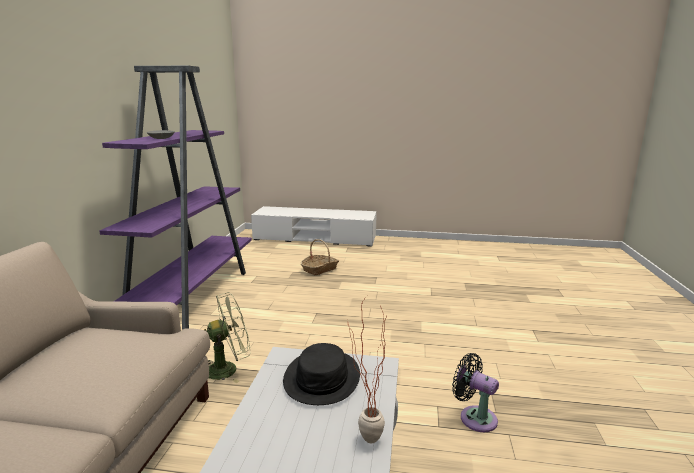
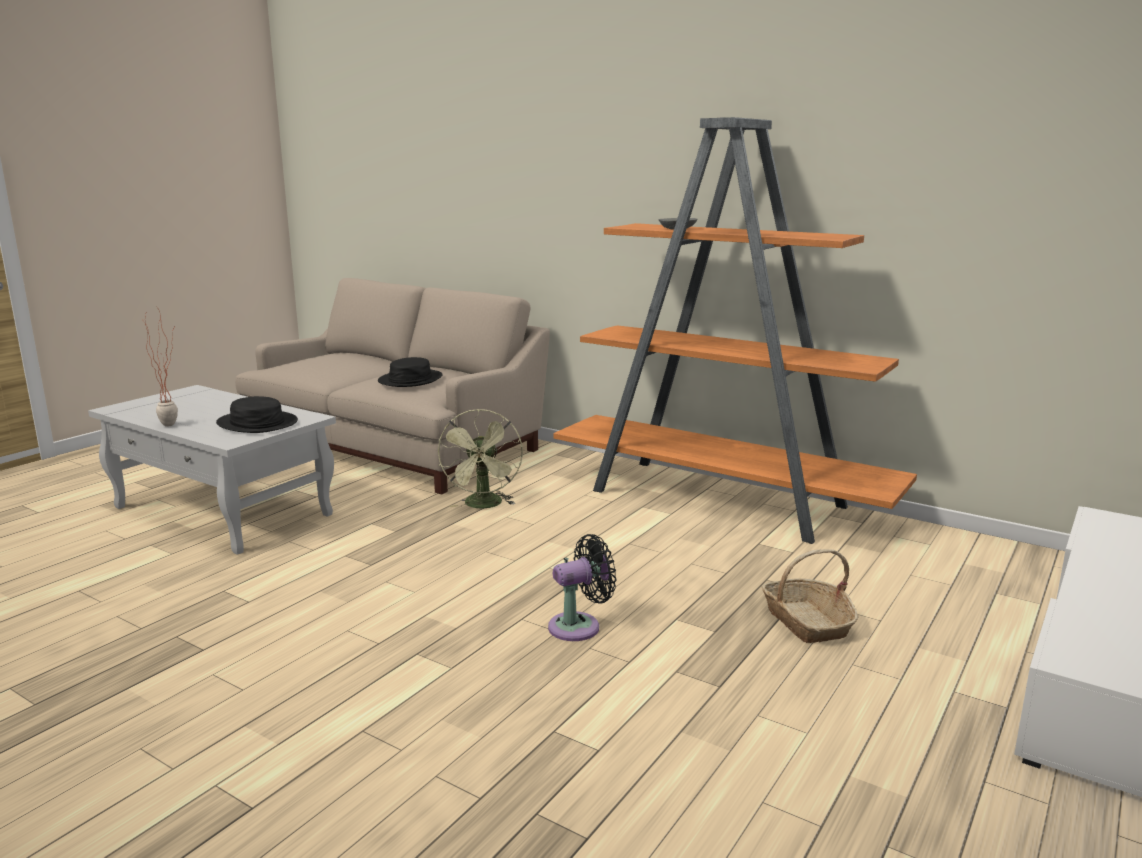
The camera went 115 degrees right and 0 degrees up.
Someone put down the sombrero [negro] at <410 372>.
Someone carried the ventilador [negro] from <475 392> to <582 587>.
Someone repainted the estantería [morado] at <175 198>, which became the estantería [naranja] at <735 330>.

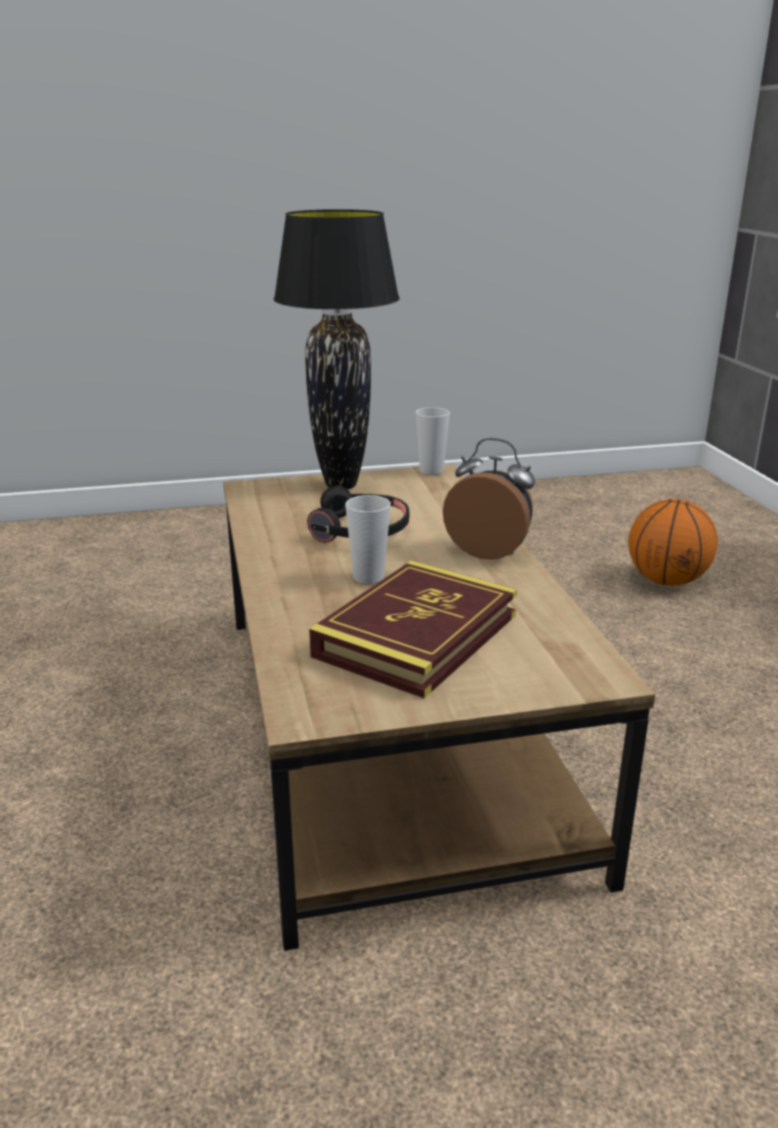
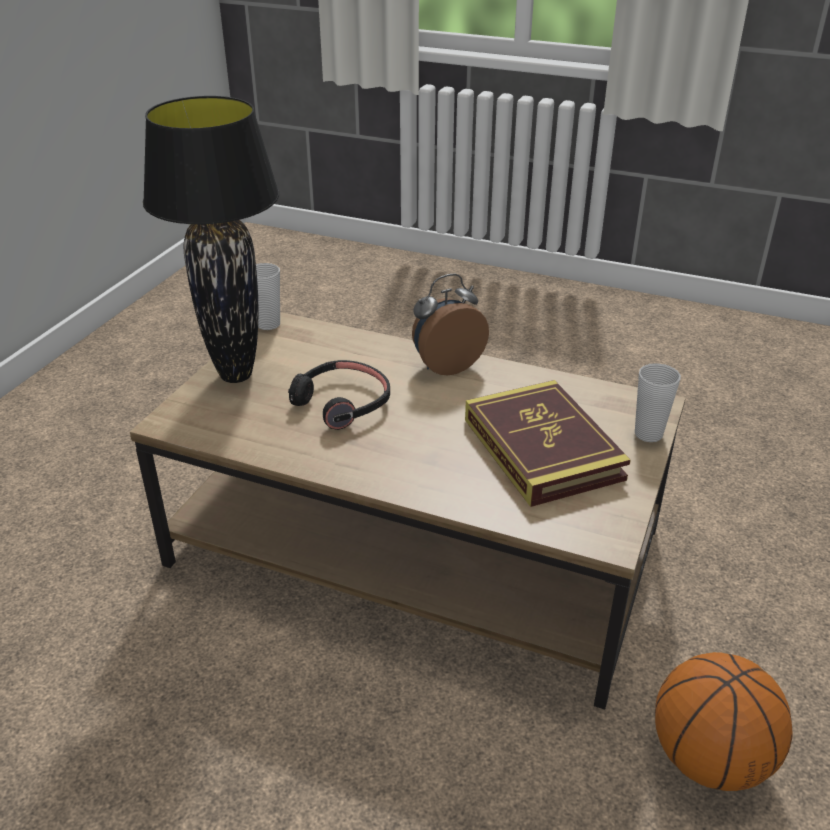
The camera went 55 degrees left and 10 degrees up.
Someone carried the taza from <368 539> to <658 402>.
Someone carried the balón de baloncesto from <673 542> to <724 721>.

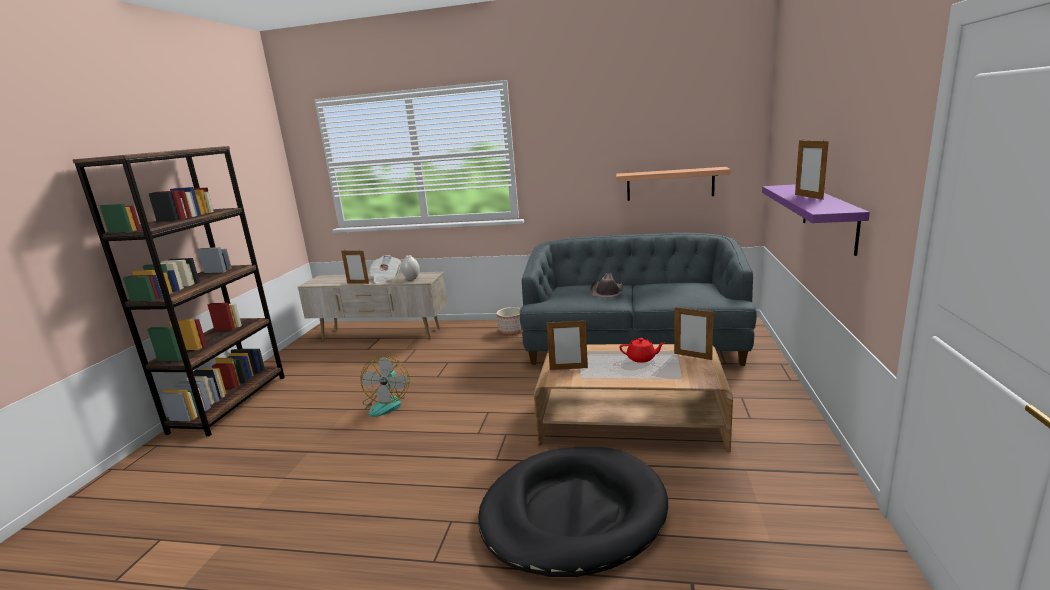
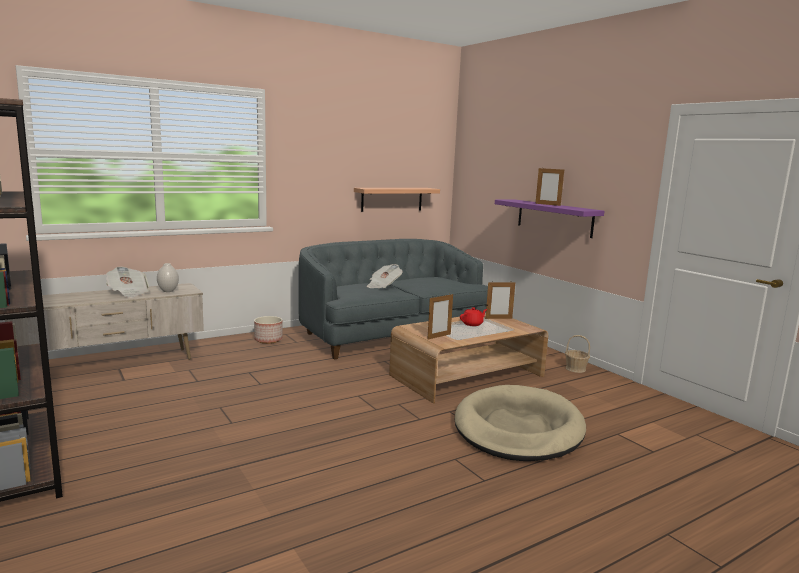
The camera went 45 degrees left and 5 degrees down.
Someone swapped the sombrero [marrón] at <606 285> for the periódico at <385 276>.
Someone repainted the cama para perro [negro] at <573 512>, which became the cama para perro [beis] at <520 423>.
Someone put down the cesta at <577 354>.
Someone took away the portarretratos at <355 266>.
Someone took away the ventilador at <384 386>.

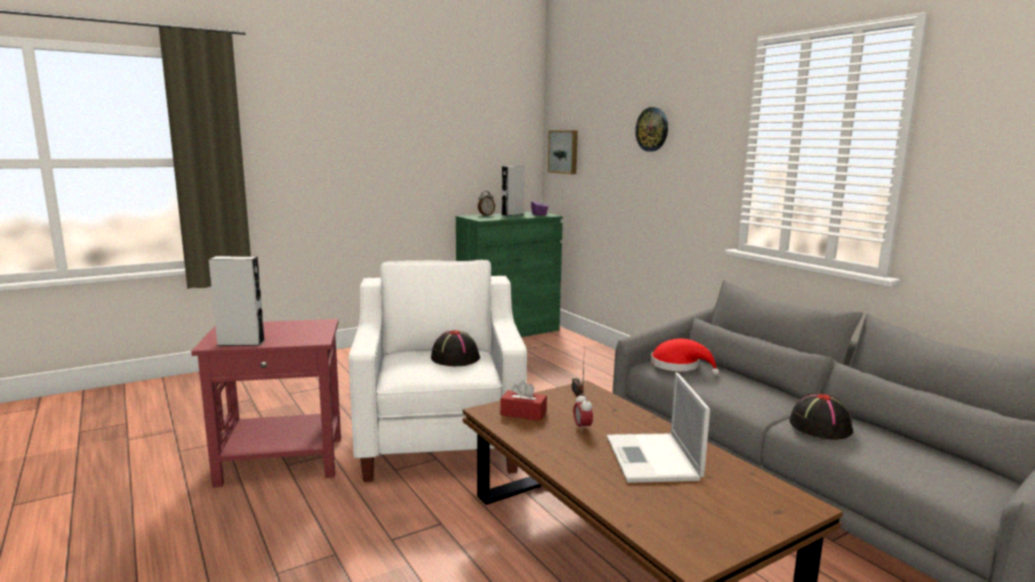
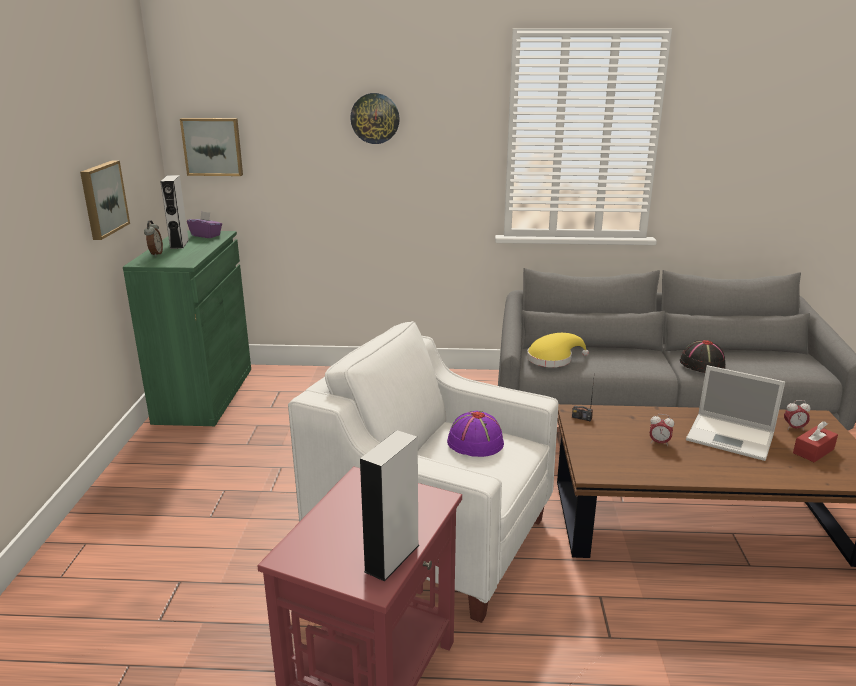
The camera went 55 degrees left and 10 degrees up.
Someone put up the cuadro at <105 200>.
Someone repainted the sombrero [negro] at <455 348>, which became the sombrero [morado] at <475 434>.
Someone repainted the sombrero [rojo] at <685 357>, which became the sombrero [amarillo] at <558 350>.
Someone put down the despertador at <797 415>.
Someone carried the caja de pañuelos [rojo] from <523 400> to <815 441>.

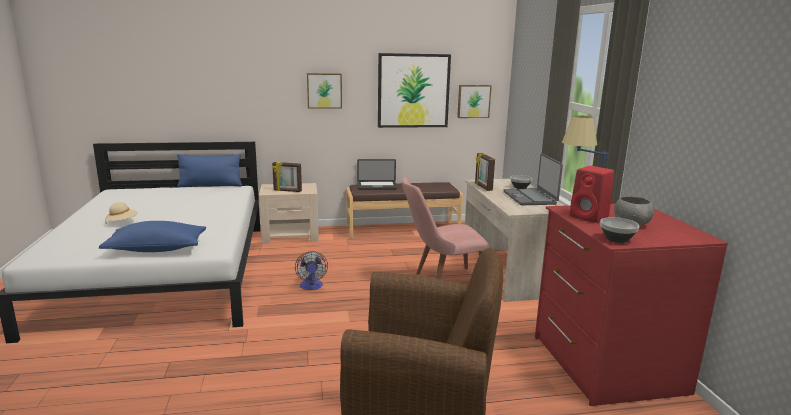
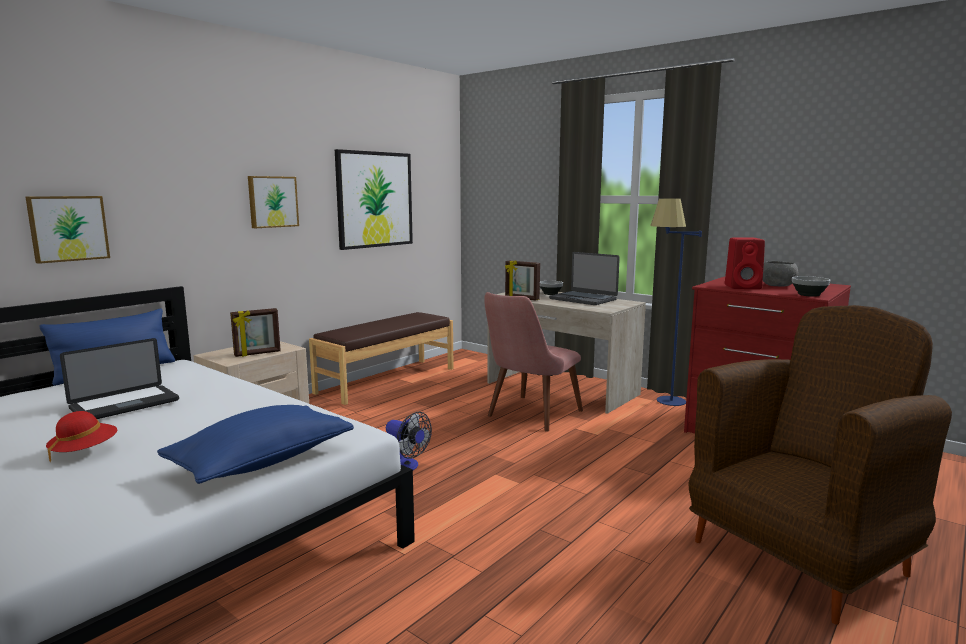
The camera went 40 degrees left and 5 degrees down.
Someone carried the cuadro from <474 101> to <68 230>.
Someone repainted the sombrero [beis] at <121 212>, which became the sombrero [rojo] at <81 437>.
Someone carried the portátil from <377 174> to <119 378>.

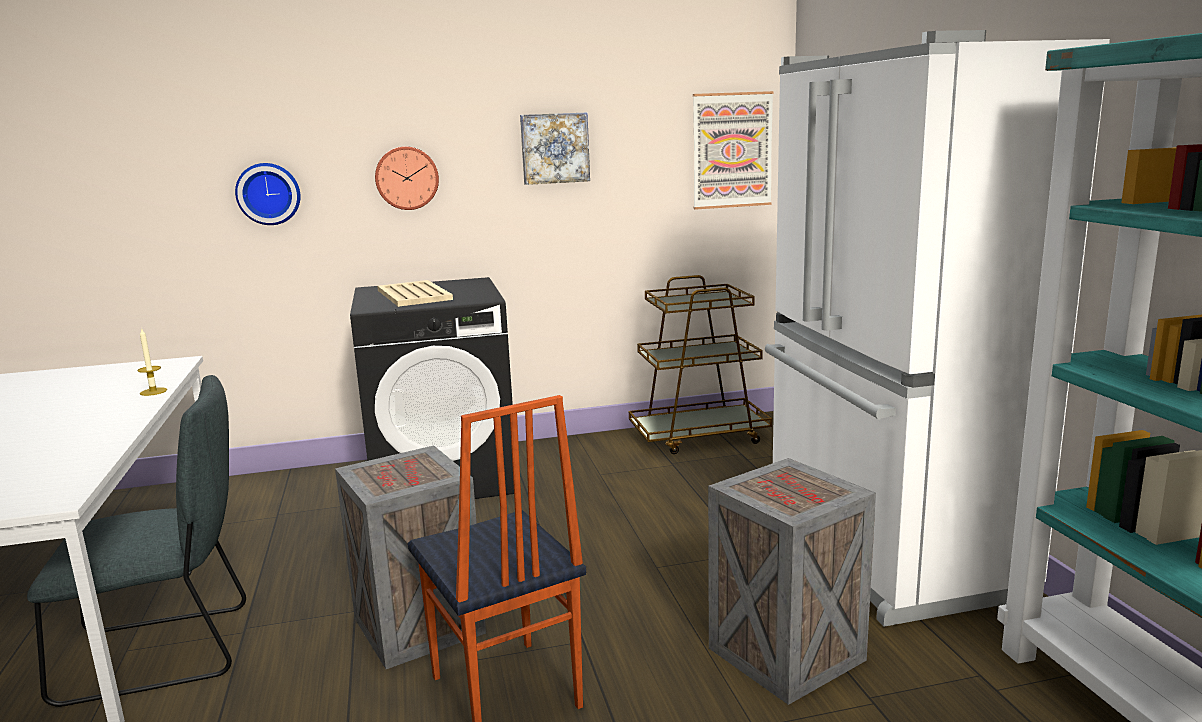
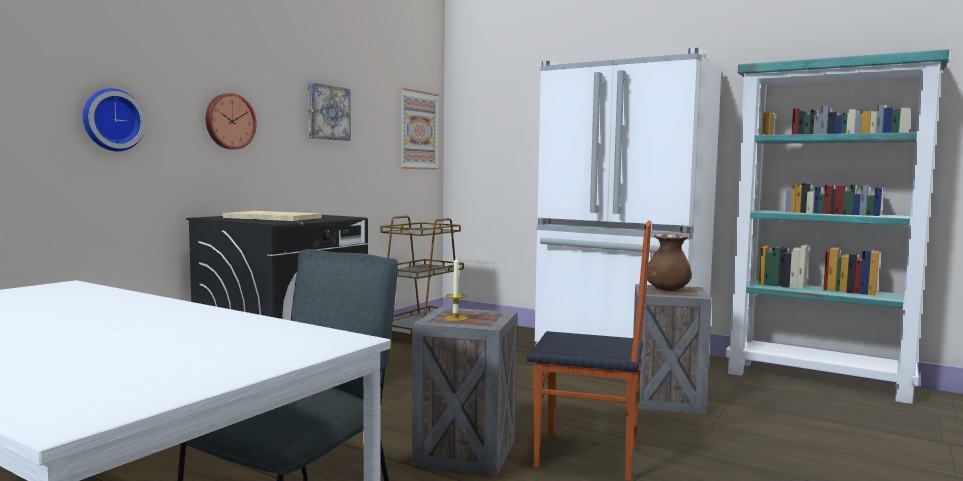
The camera went 45 degrees left and 10 degrees down.
Someone carried the vela from <152 362> to <455 289>.
Someone put down the florero [marrón] at <669 262>.

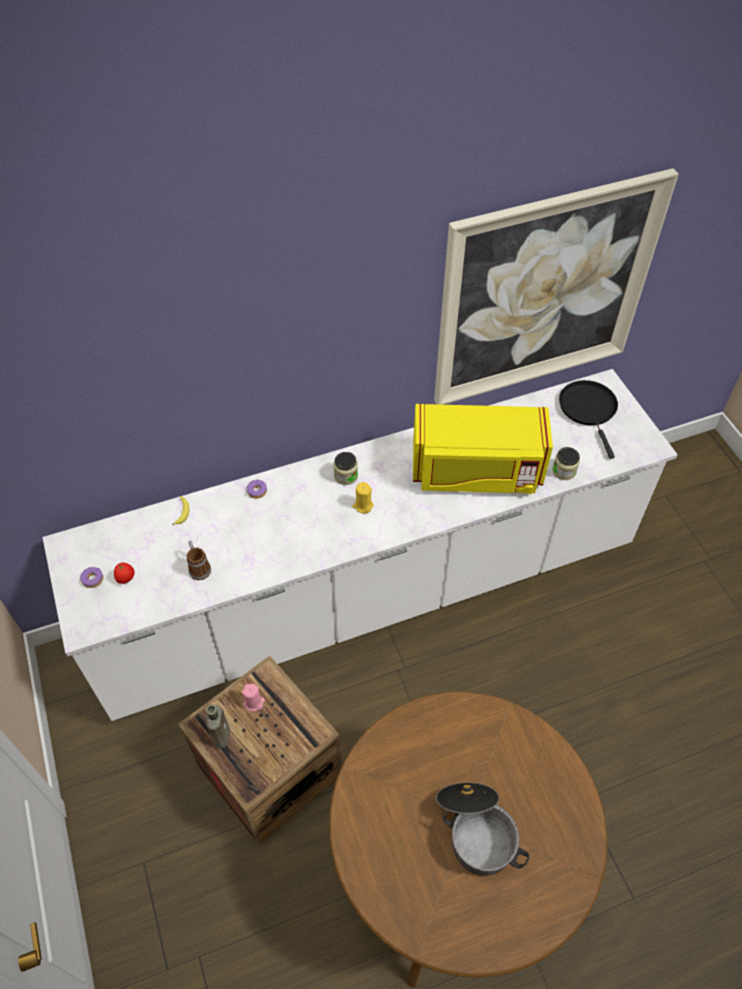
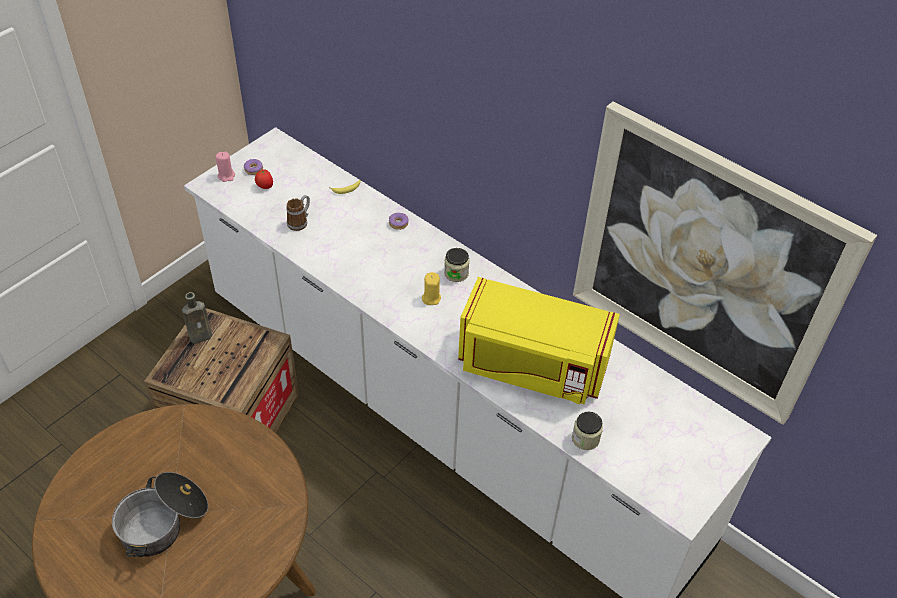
The camera went 60 degrees right and 5 degrees down.
Someone carried the vela [rosa] from <253 698> to <225 166>.
Someone rotated the microondas [amarillo] at <483 449> by 45 degrees counterclockwise.
Someone took away the sartén [negro] at <588 419>.

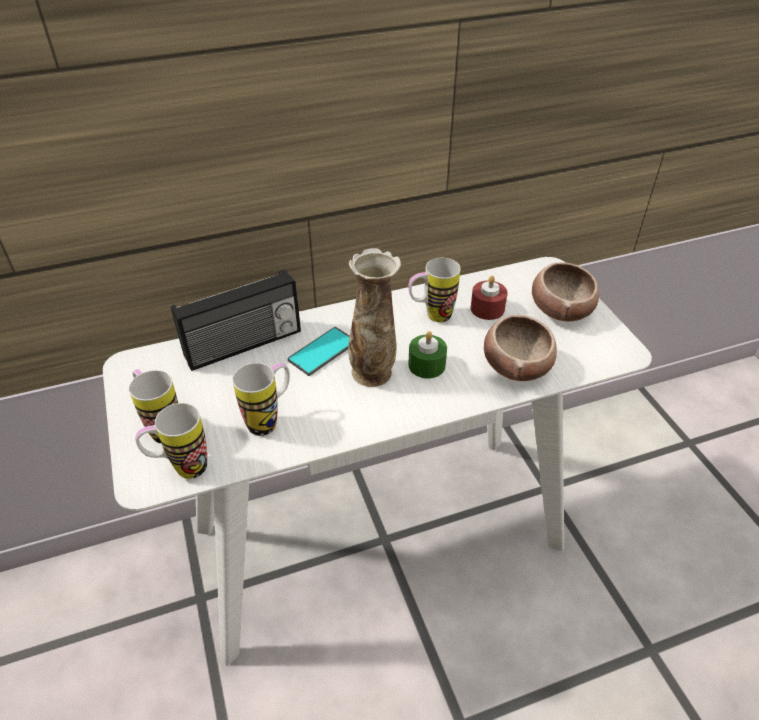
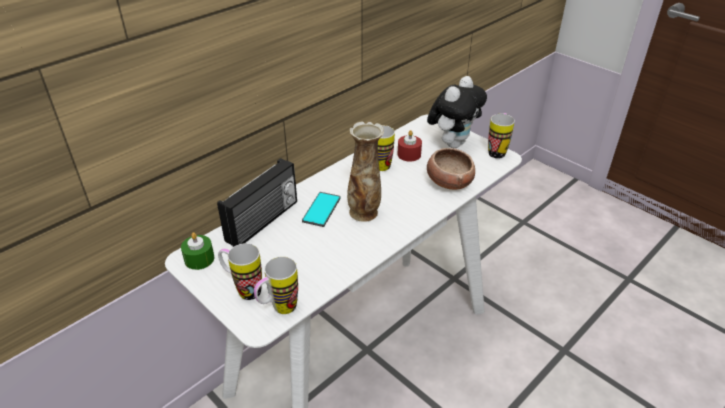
The camera went 25 degrees left and 5 degrees down.
Someone carried the vela [verde] from <427 355> to <197 251>.
Someone swapped the cuenco at <565 292> for the peluche at <457 112>.
Someone carried the taza grande from <261 399> to <501 136>.

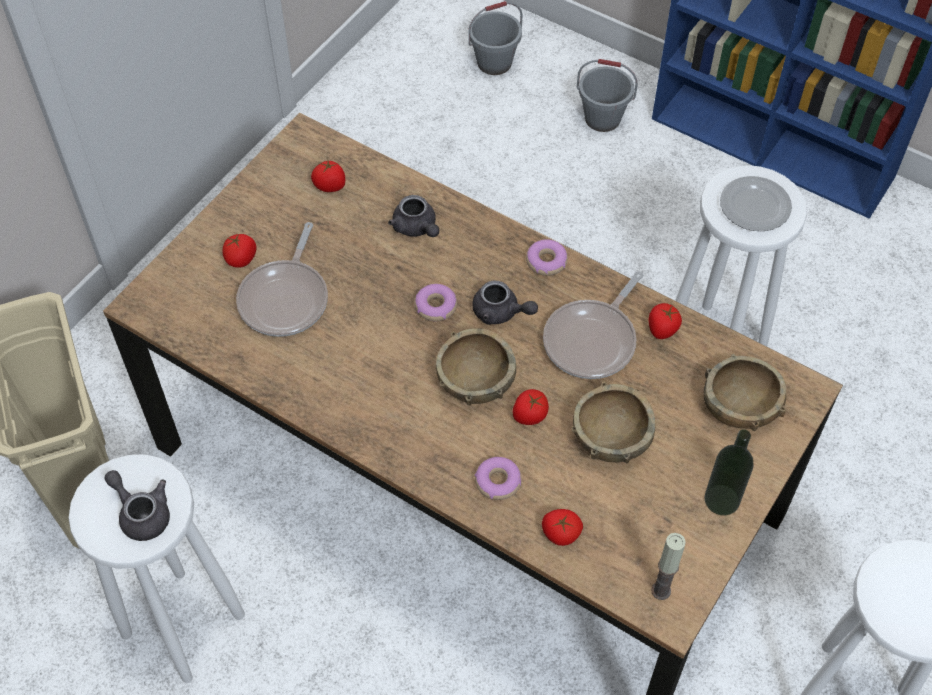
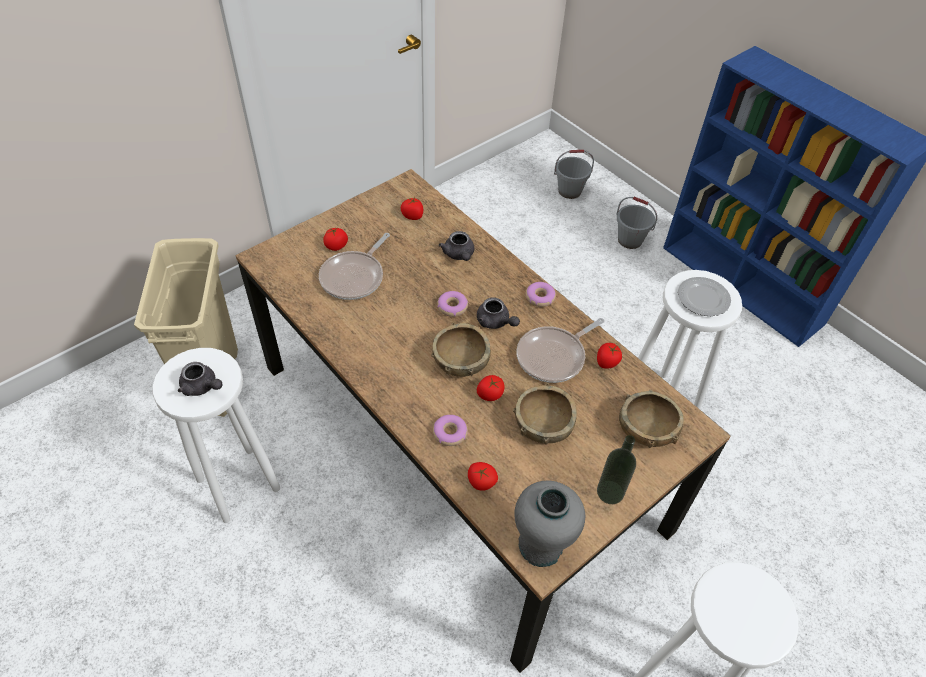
The camera went 15 degrees right and 5 degrees down.
Someone rotated the tetera [gris] at <137 505> by 150 degrees clockwise.
Someone swapped the vela at <668 566> for the florero [gris] at <549 524>.

